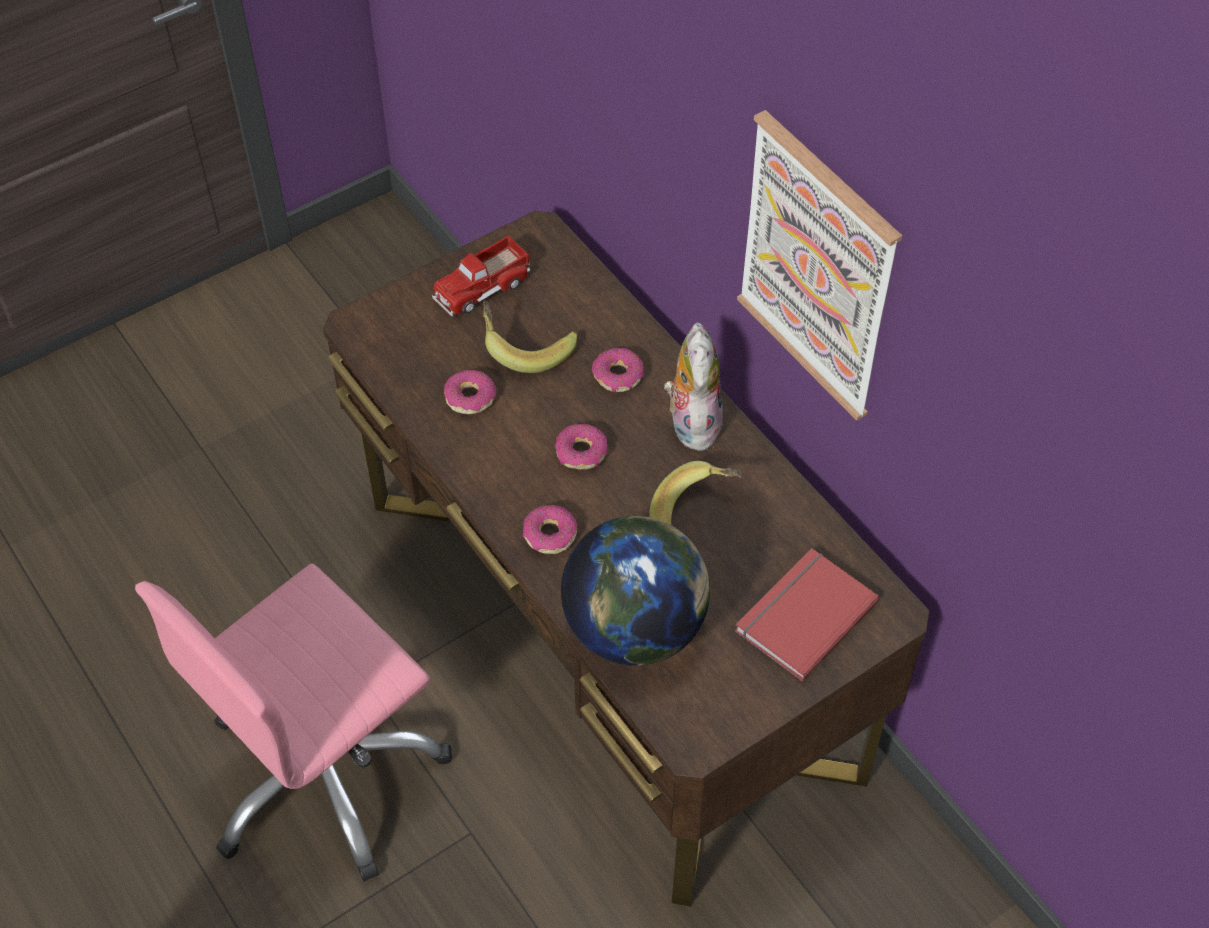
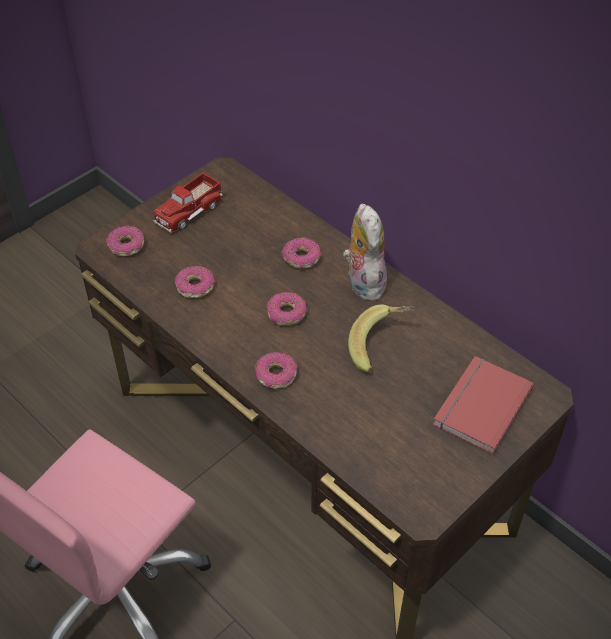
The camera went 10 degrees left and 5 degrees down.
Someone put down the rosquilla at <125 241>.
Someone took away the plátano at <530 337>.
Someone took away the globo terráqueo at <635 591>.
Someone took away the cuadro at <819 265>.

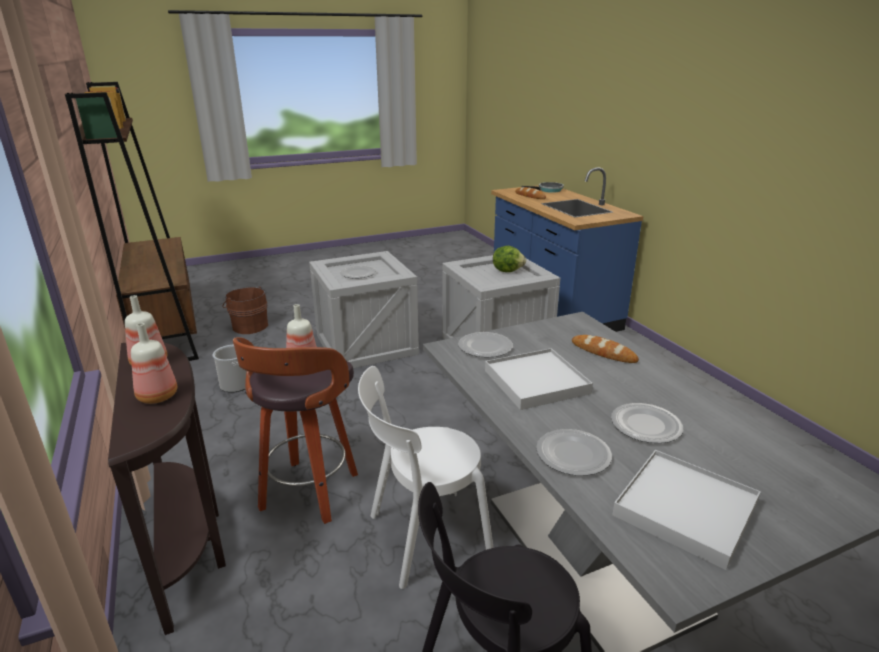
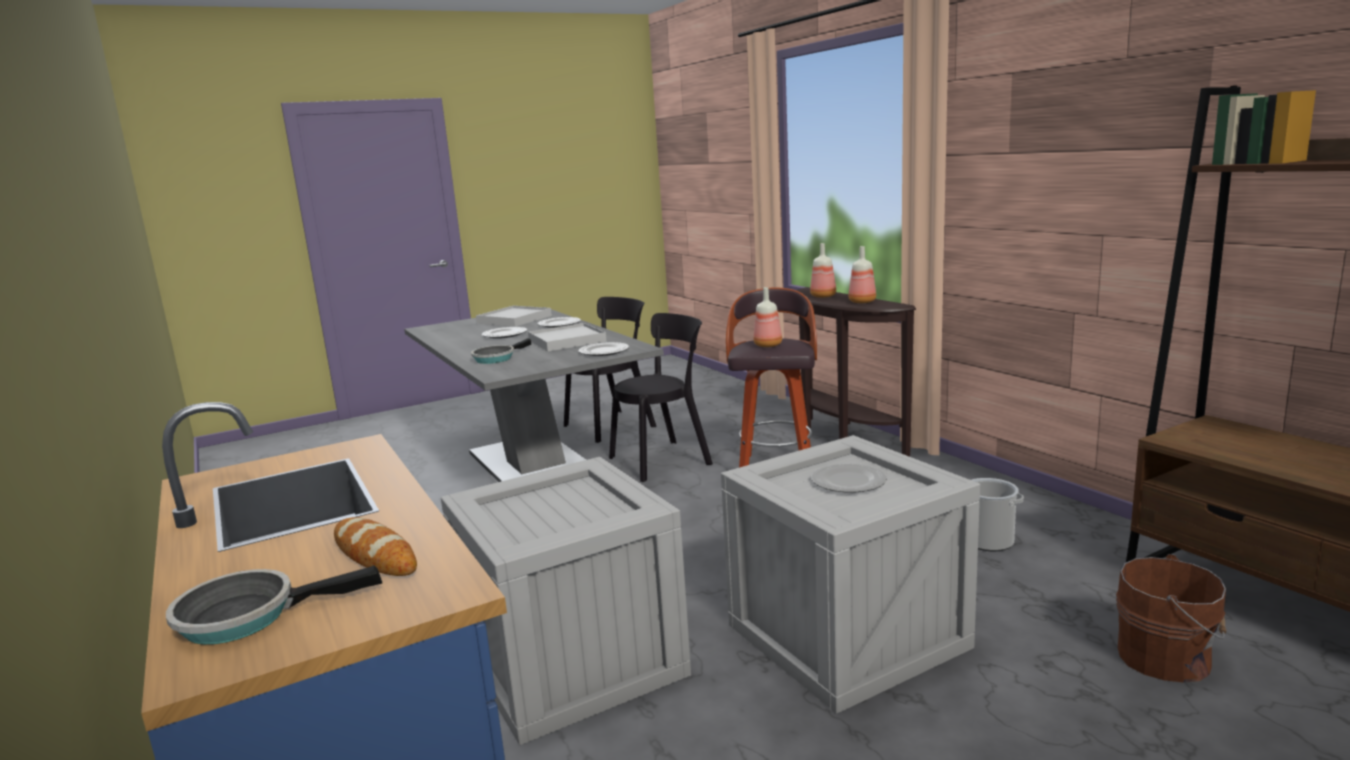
The camera went 175 degrees right and 10 degrees down.
Someone swapped the pan at <605 349> for the sartén at <501 351>.
Someone repainted the silla [blanco] at <426 477>, which became the silla [negro] at <661 397>.
Someone took away the lechuga at <509 259>.

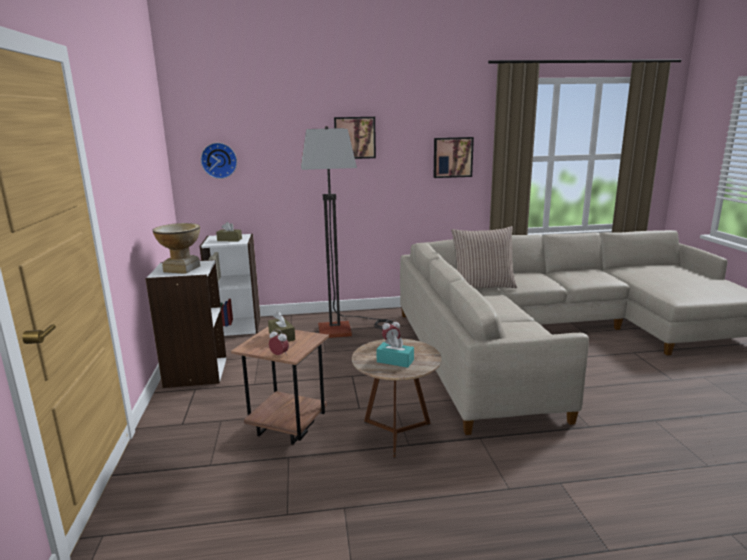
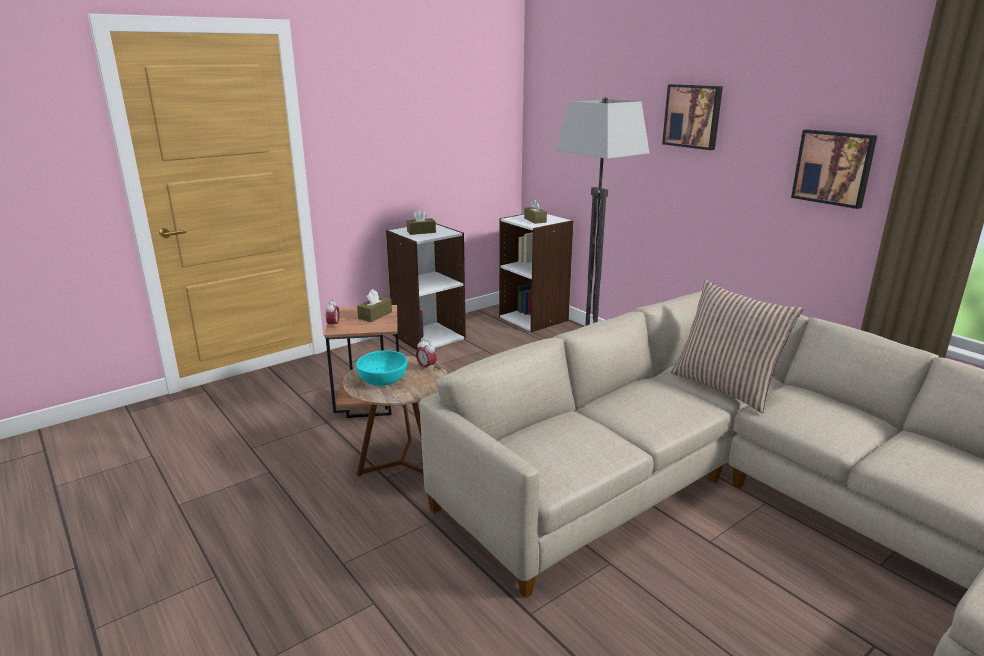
The camera went 60 degrees right and 5 degrees up.
Someone swapped the caja de pañuelos [turquesa] at <395 351> for the cuenco [turquesa] at <382 368>.
Someone swapped the florero at <176 248> for the caja de pañuelos [marrón] at <421 222>.
Someone took away the reloj de pared at <219 161>.

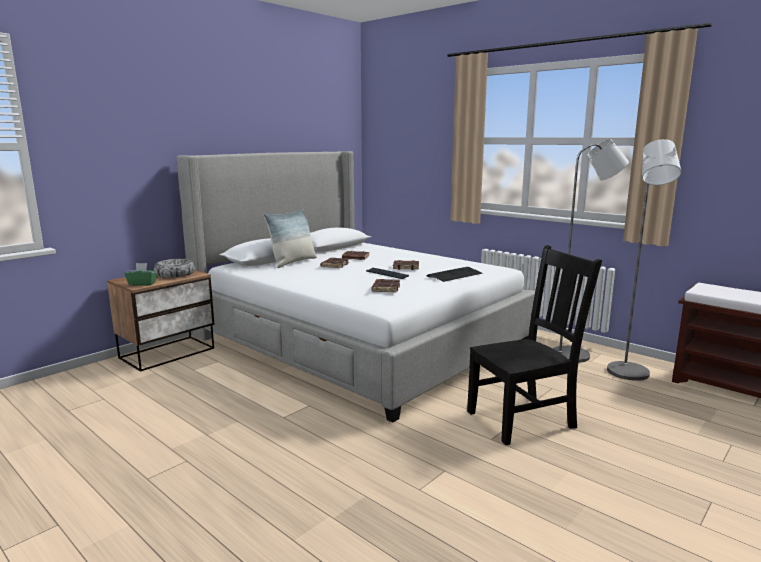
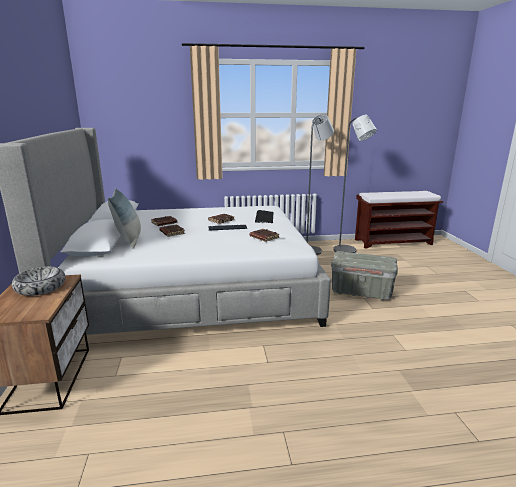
The camera went 50 degrees left and 5 degrees up.
Someone swapped the silla [negro] at <534 345> for the caja de almacenaje [gris] at <364 275>.
Someone took away the caja de pañuelos [verde] at <141 274>.

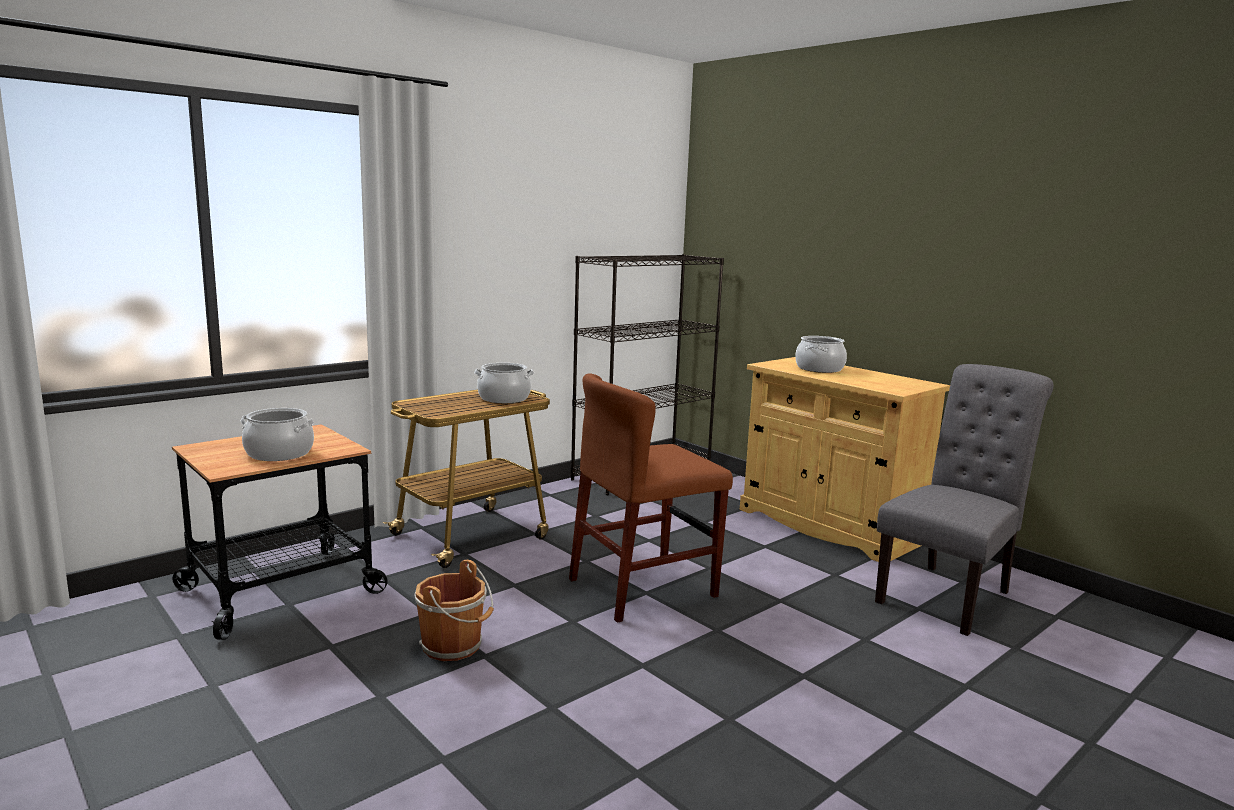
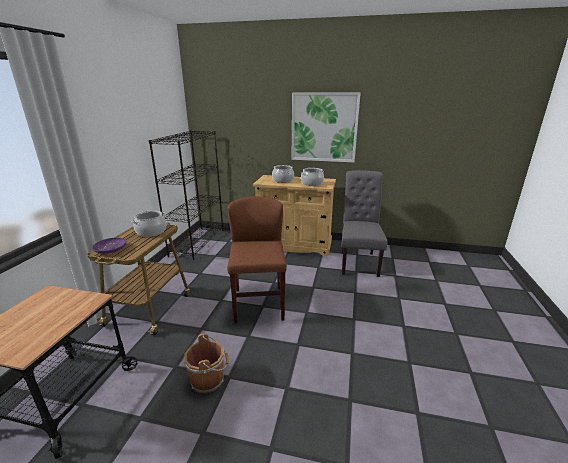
The camera went 35 degrees left and 10 degrees up.
Someone put down the plato [morado] at <109 246>.
Someone rotated the silla [marrón] at <651 498> by 150 degrees clockwise.
Someone put up the cuadro at <326 127>.
Someone carried the olla from <277 434> to <312 177>.

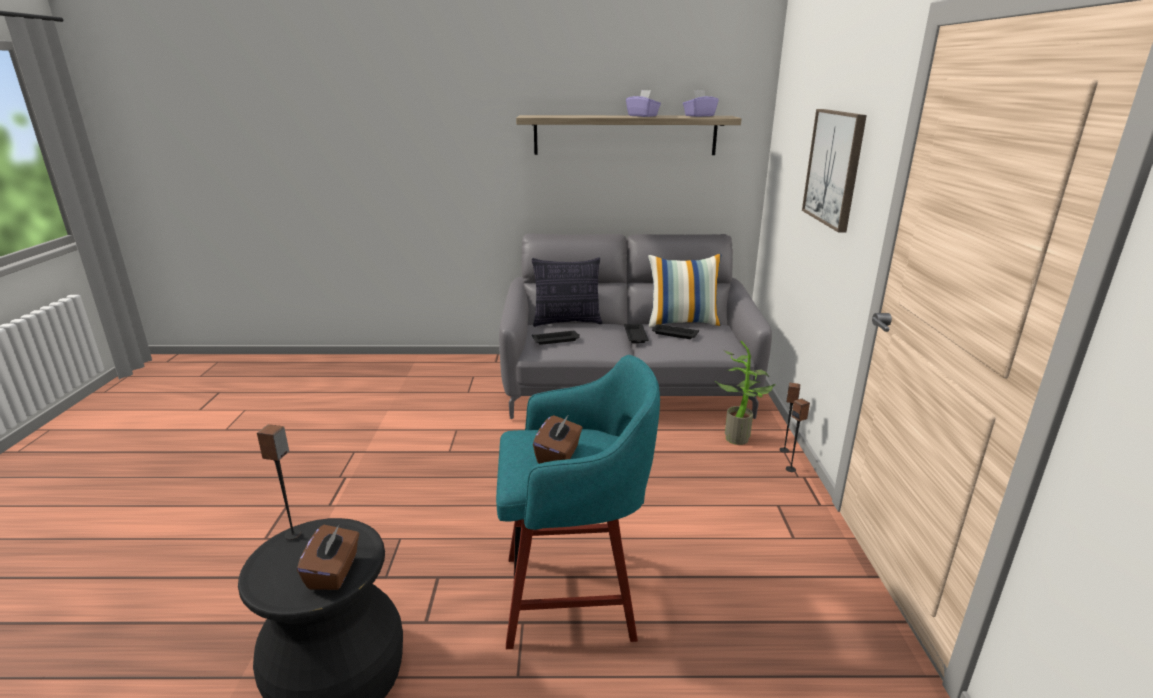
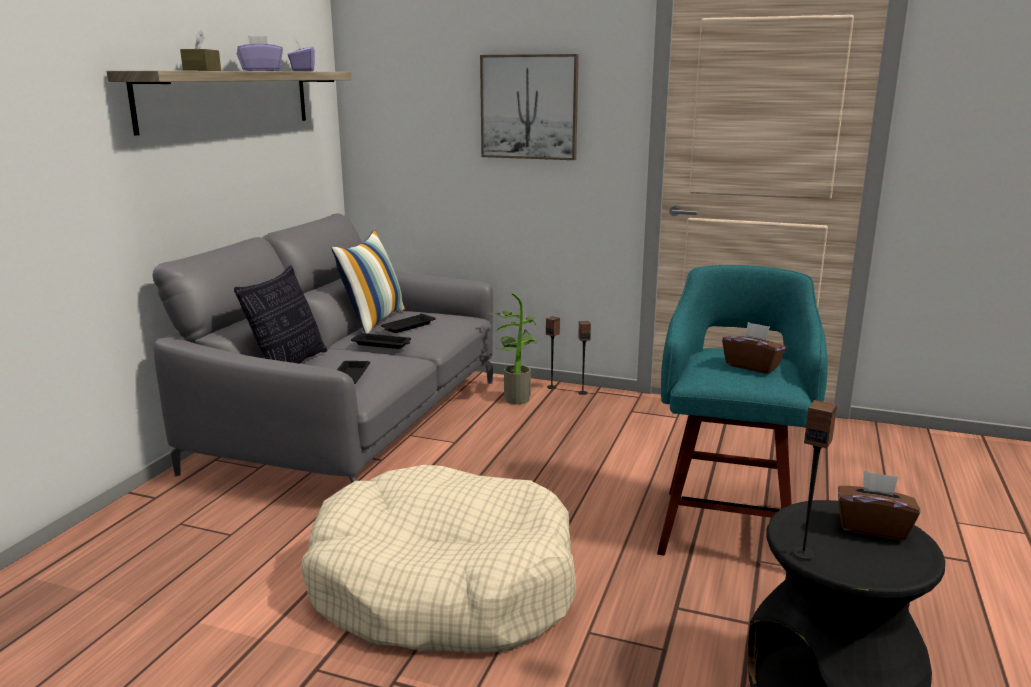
The camera went 70 degrees left and 5 degrees down.
Someone put down the caja de pañuelos [marrón] at <200 50>.
Someone put down the cama para perro [beis] at <438 559>.

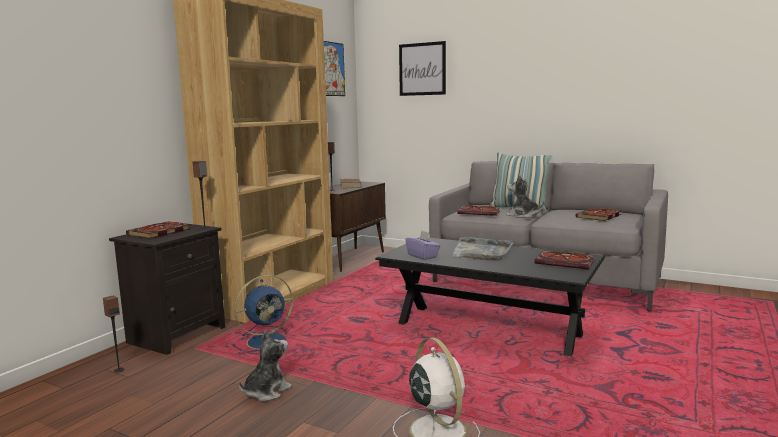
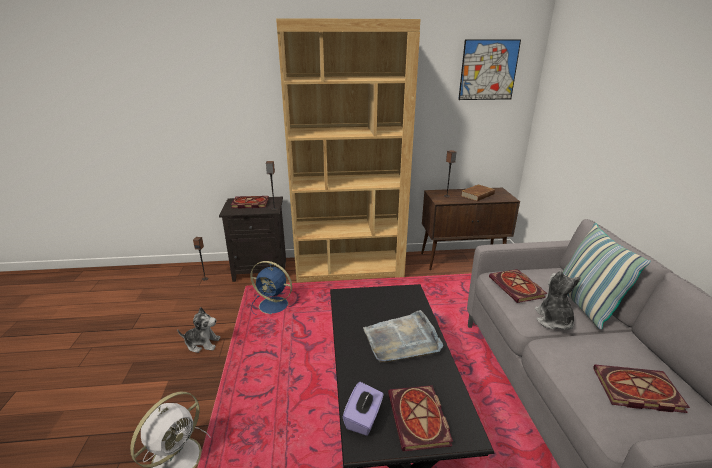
The camera went 55 degrees right and 15 degrees up.
Someone carried the caja de pañuelos [morado] from <422 245> to <363 409>.
Someone took away the cuadro at <422 68>.

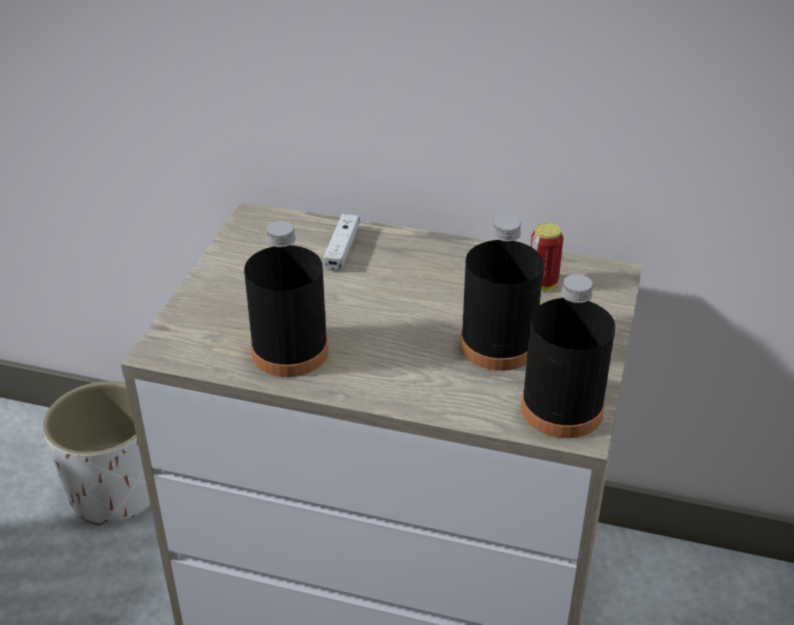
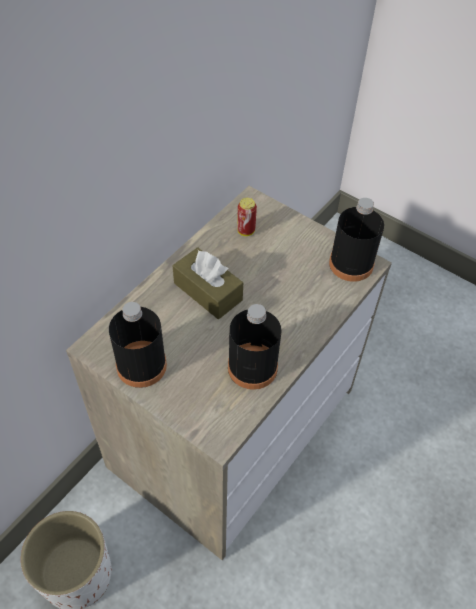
The camera went 70 degrees left and 15 degrees up.
Someone carried the botella [negro] from <502 293> to <138 345>.
Someone put down the caja de pañuelos [marrón] at <208 283>.
Someone took away the mando de consola [blanco] at <342 242>.

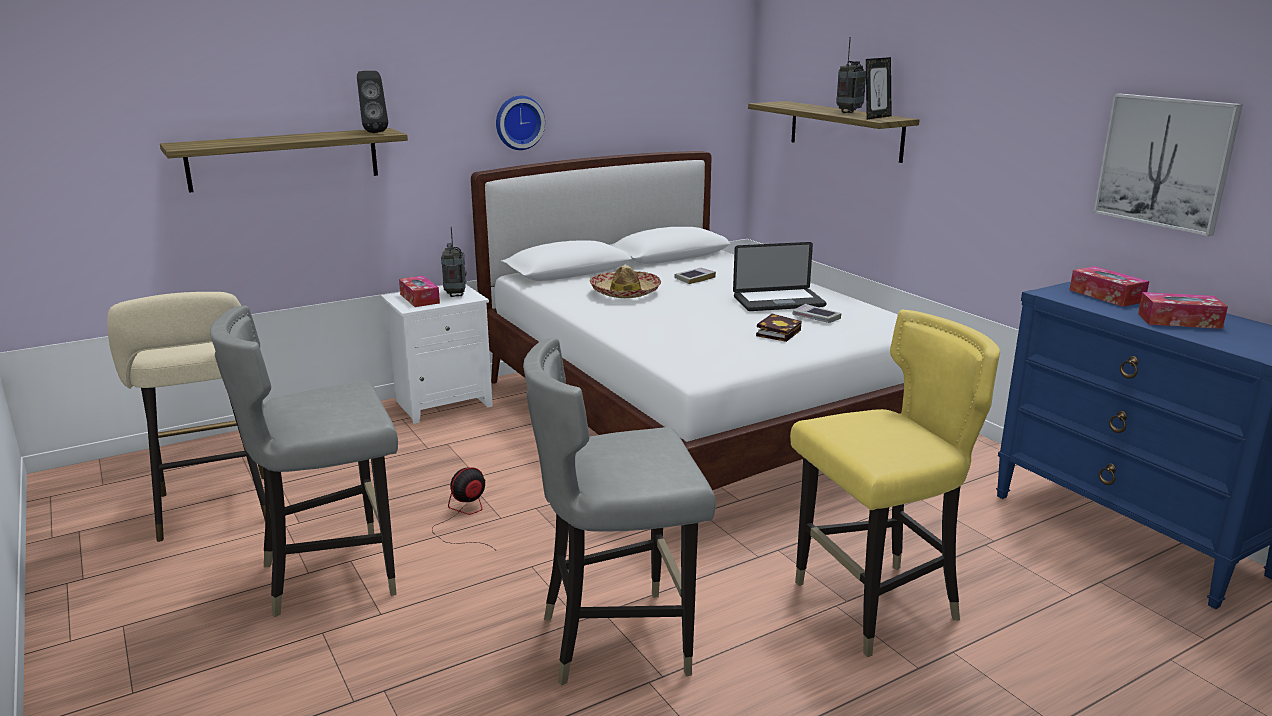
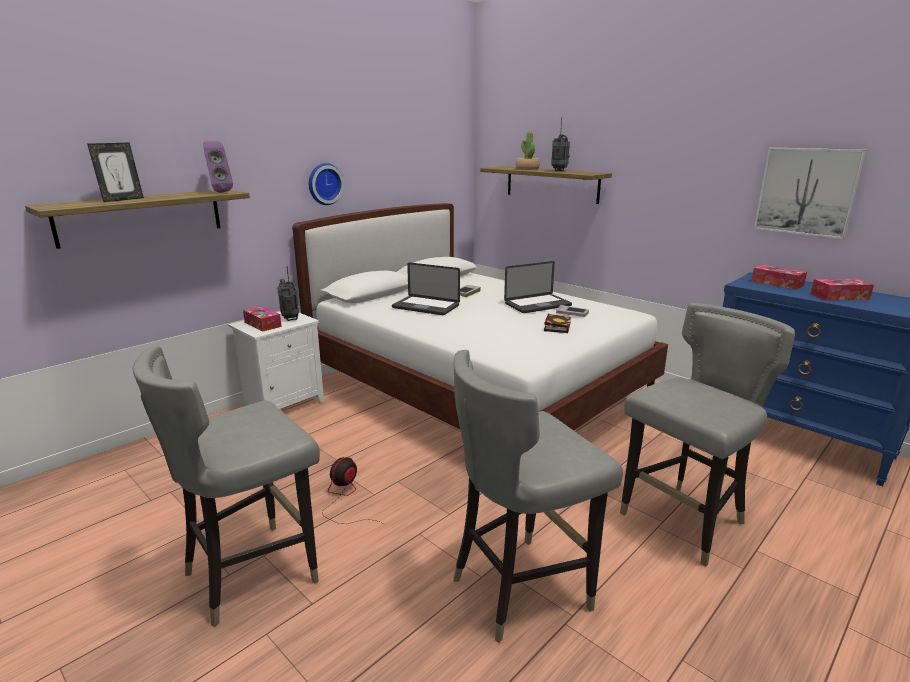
The camera went 15 degrees left and 0 degrees up.
Someone carried the portarretratos from <879 88> to <115 172>.
Someone repainted the altavoz [negro] at <372 102>, which became the altavoz [morado] at <218 167>.
Someone swapped the sombrero at <625 281> for the portátil at <426 288>.
Someone put down the planta en maceta at <528 150>.
Someone repainted the silla [amarillo] at <895 483>, which became the silla [gris] at <707 435>.
Someone took away the taburete [beis] at <186 417>.

